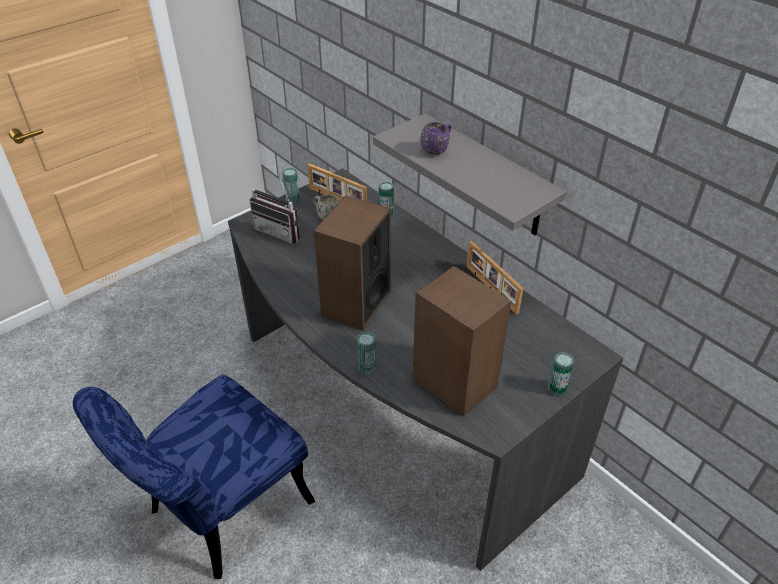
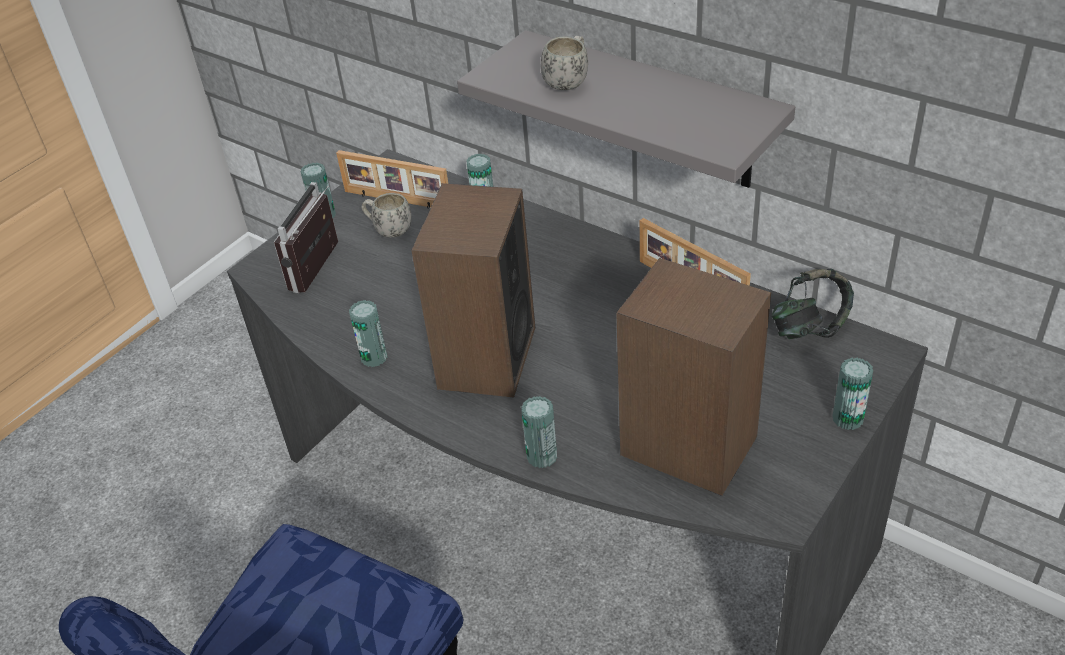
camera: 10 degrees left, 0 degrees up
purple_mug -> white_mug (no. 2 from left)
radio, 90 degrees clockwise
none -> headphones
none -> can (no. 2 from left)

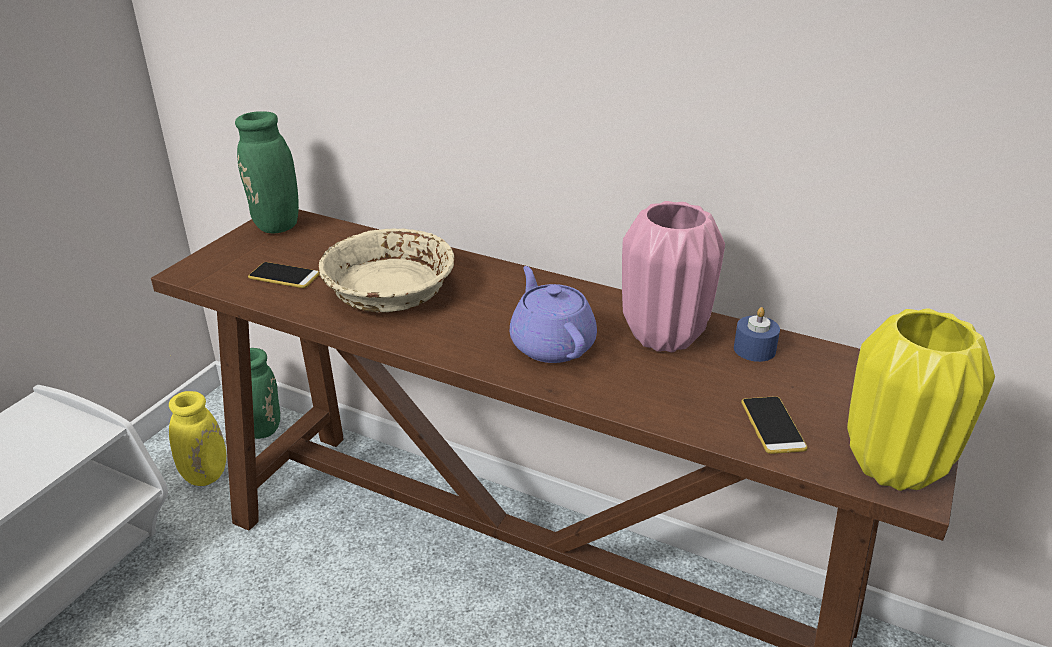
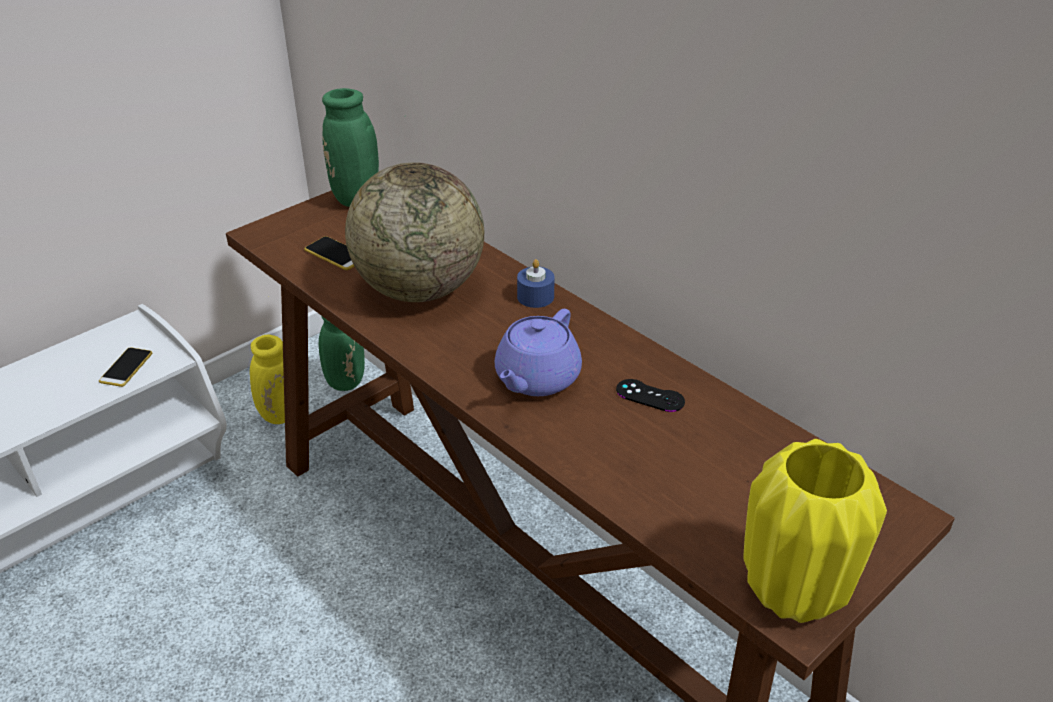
camera: 20 degrees right, 5 degrees up
pink_vase -> black_game_controller
beige_bowl -> globe
purple_teapot, 150 degrees counterclockwise
blue_candle, relocated
phone (no. 2 from left in the first image) -> phone (no. 1 from left), relocated

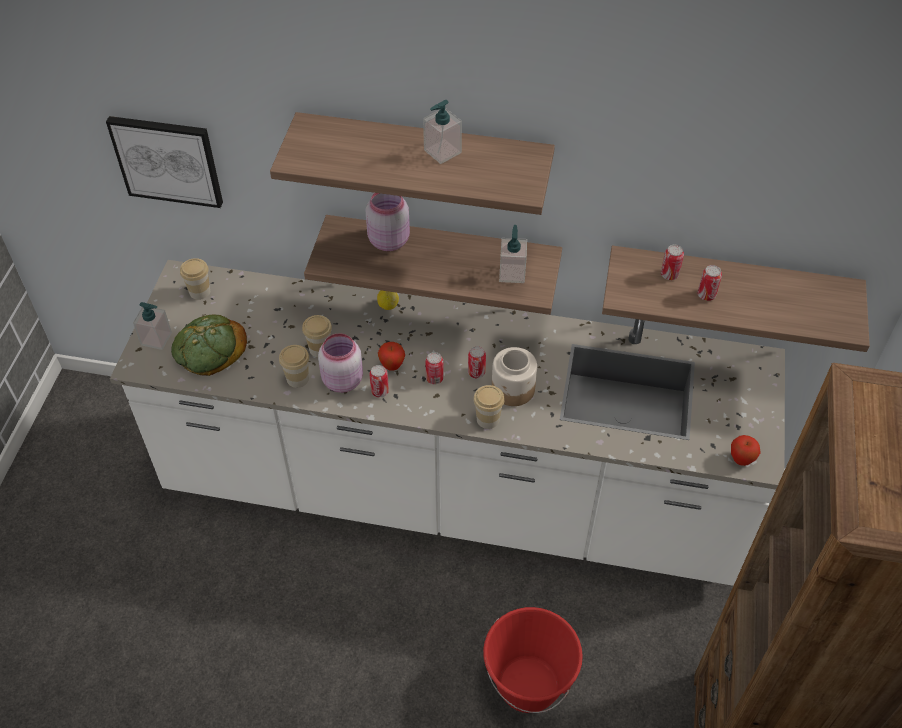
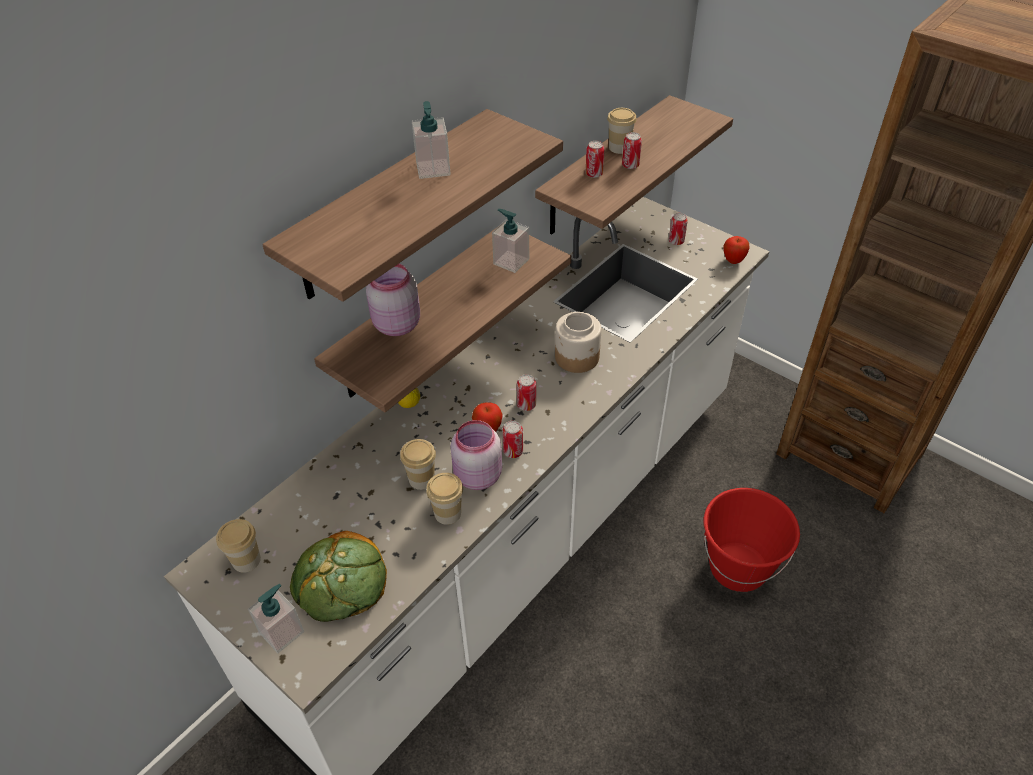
camera: 60 degrees left, 5 degrees down
picture -> none
can (no. 3 from left in the first image) -> can (no. 5 from left), relocated
cup (no. 4 from left), relocated

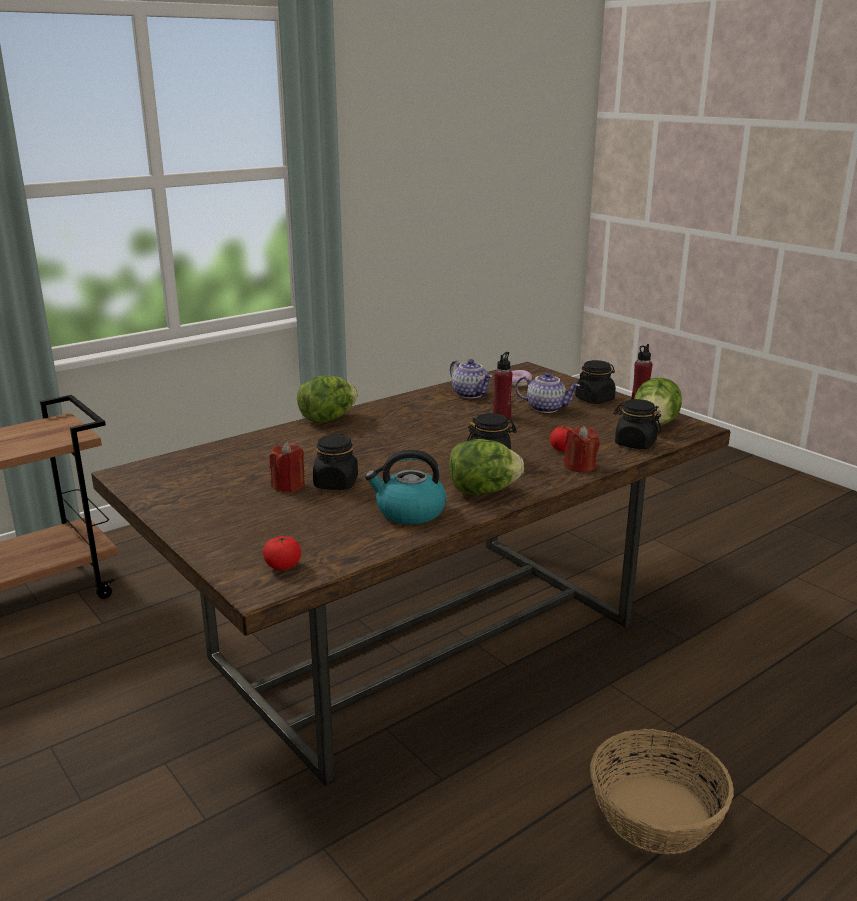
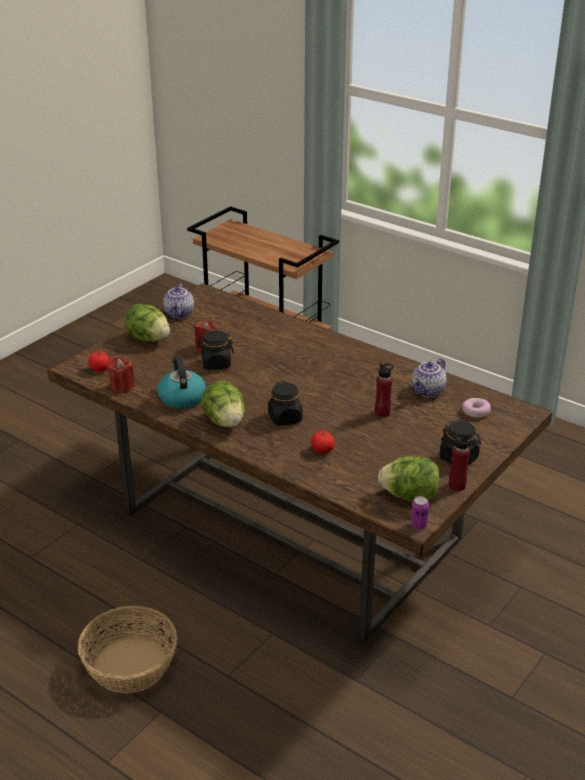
camera: 75 degrees right, 10 degrees up
teapot (no. 2 from left in the first image) -> teapot (no. 1 from left), relocated
lettuce (no. 1 from left), relocated
black_jar (no. 4 from left) -> none
red_candle (no. 2 from left in the first image) -> red_candle (no. 1 from left), relocated
none -> can

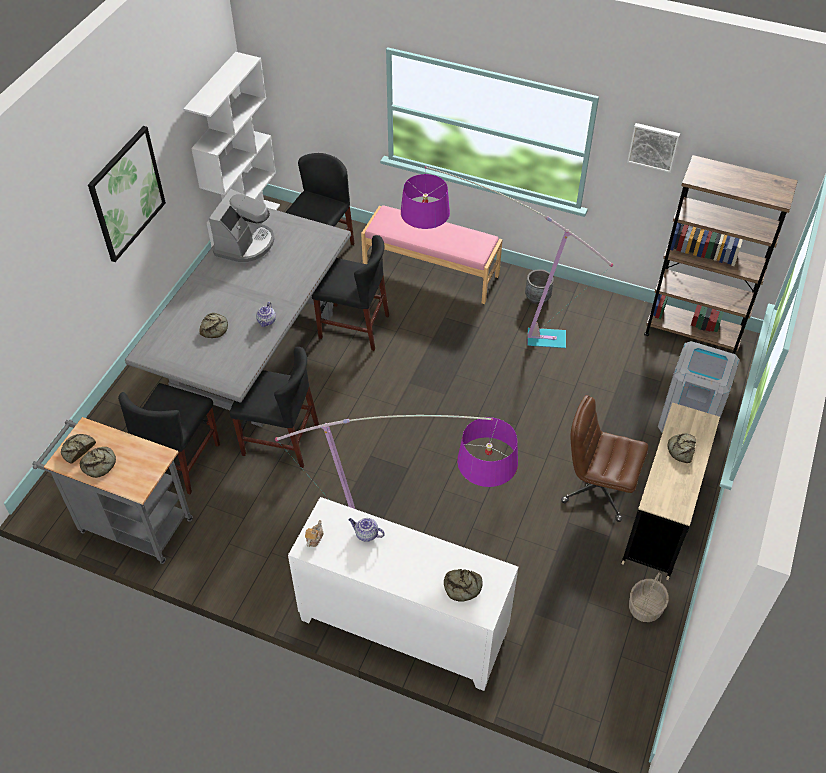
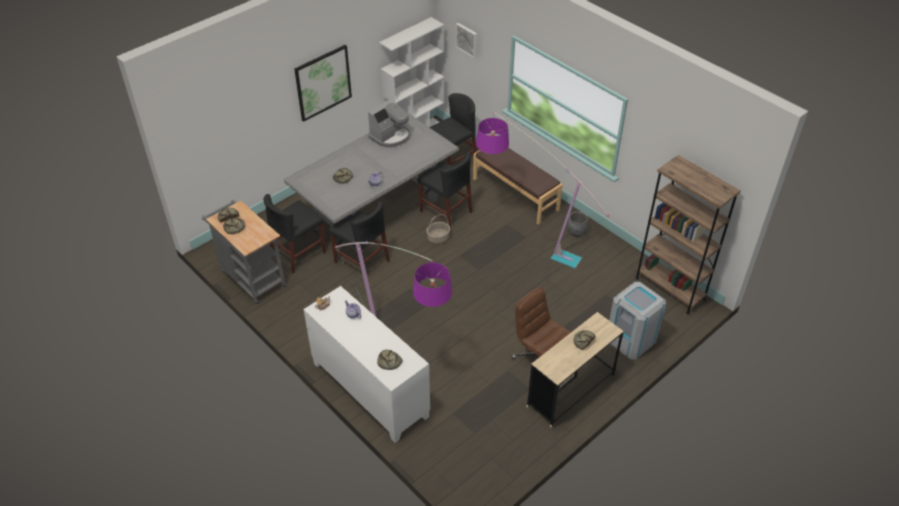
camera: 25 degrees right, 5 degrees down
picture (no. 2 from left), relocated
pink_bench -> brown_bench
basket, relocated

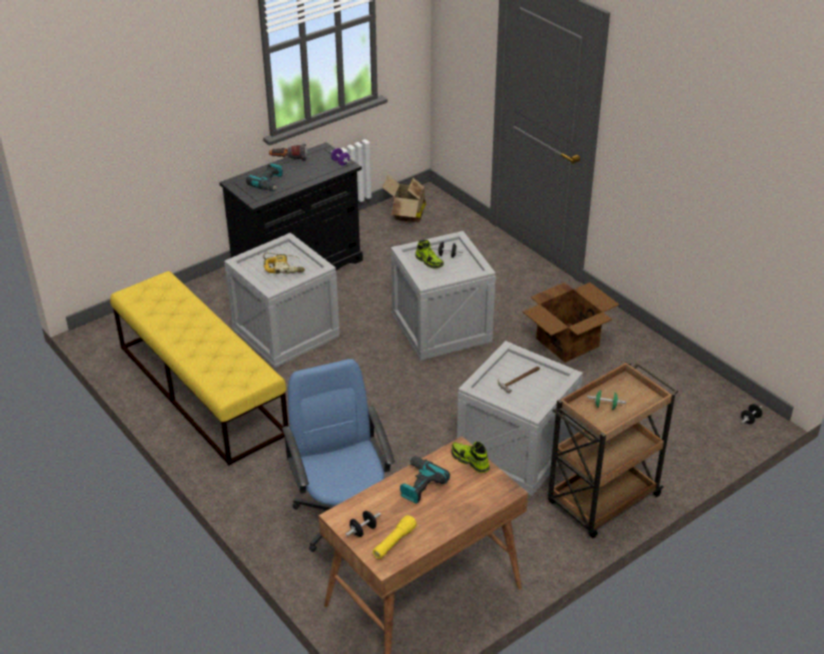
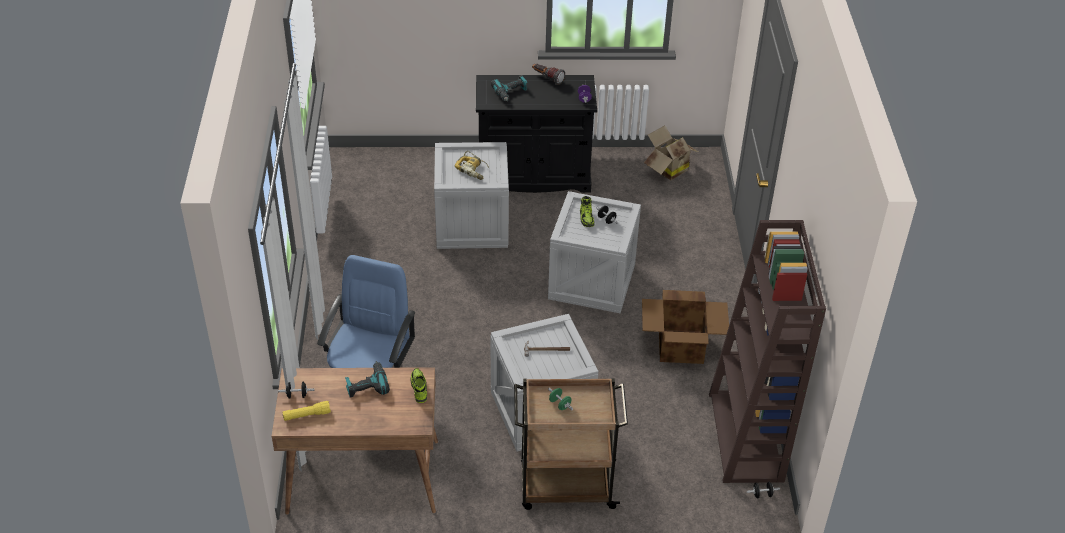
camera: 35 degrees right, 5 degrees up
yellow_bench -> none
none -> brown_bookcase

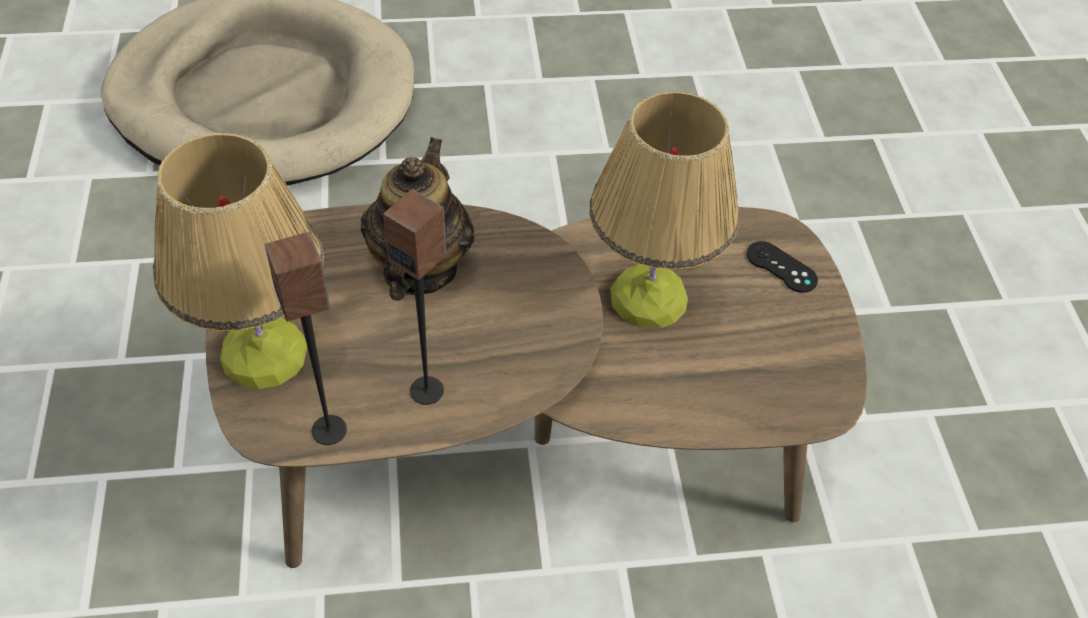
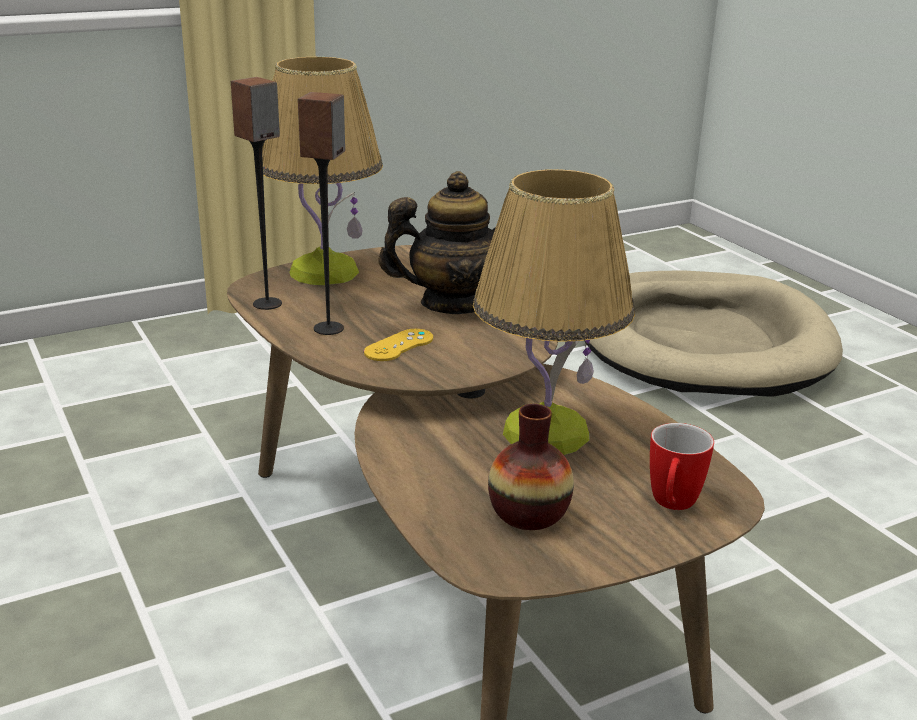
camera: 70 degrees right, 25 degrees down
black_game_controller -> mug
none -> yellow_game_controller
none -> vase

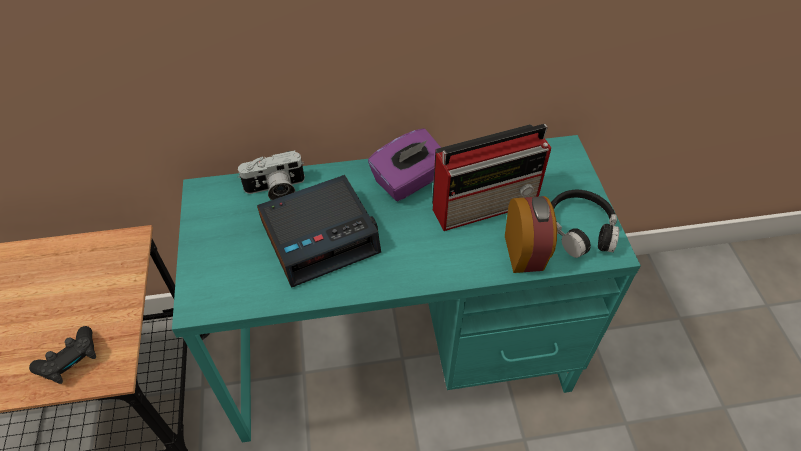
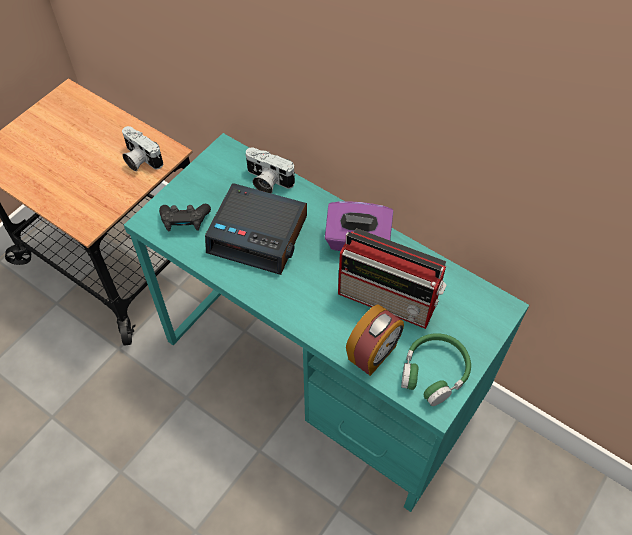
camera: 45 degrees right, 5 degrees up
black_headphones -> green_headphones
black_game_controller, relocated
none -> photo_camera (no. 1 from left)

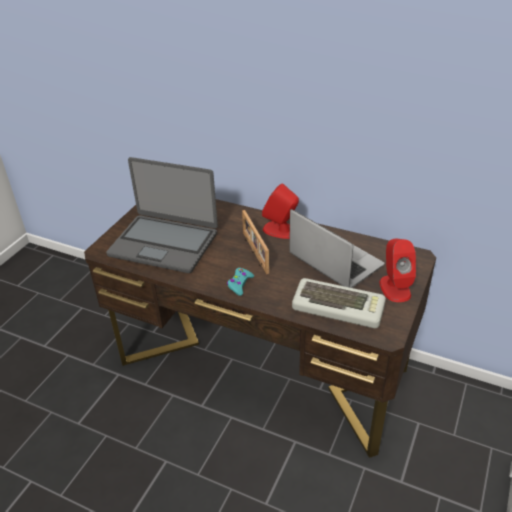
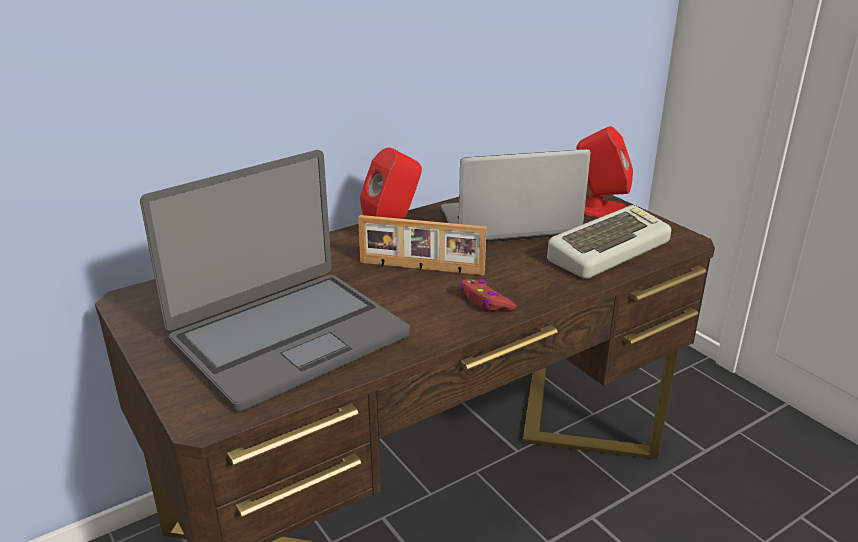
camera: 60 degrees left, 10 degrees down
turquoise_game_controller -> red_game_controller

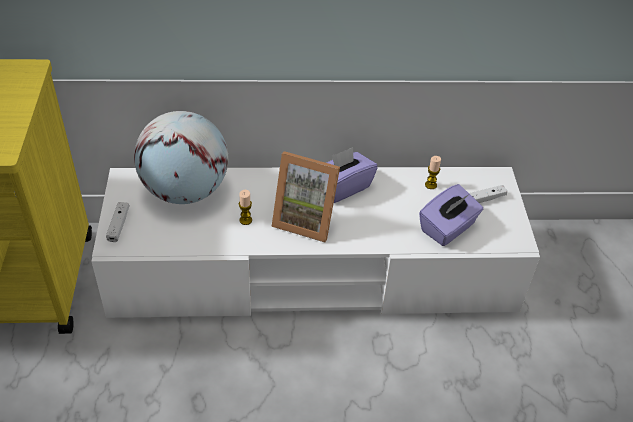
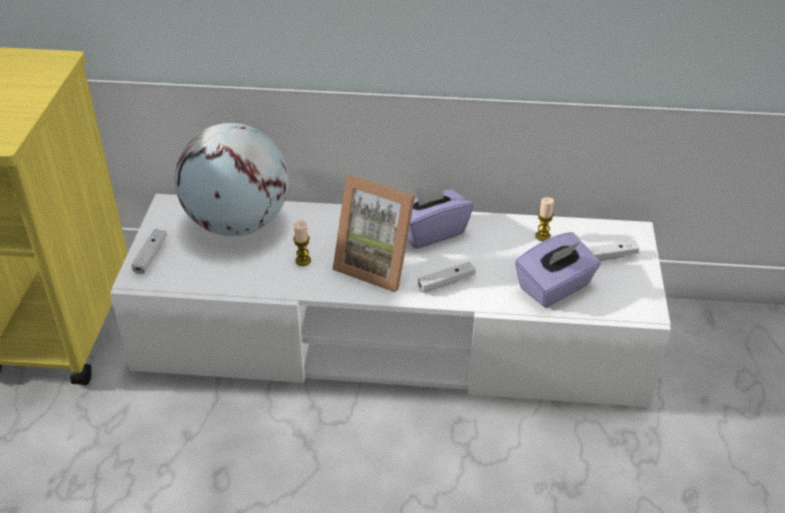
camera: 10 degrees right, 5 degrees down
none -> white_game_controller (no. 2 from left)

